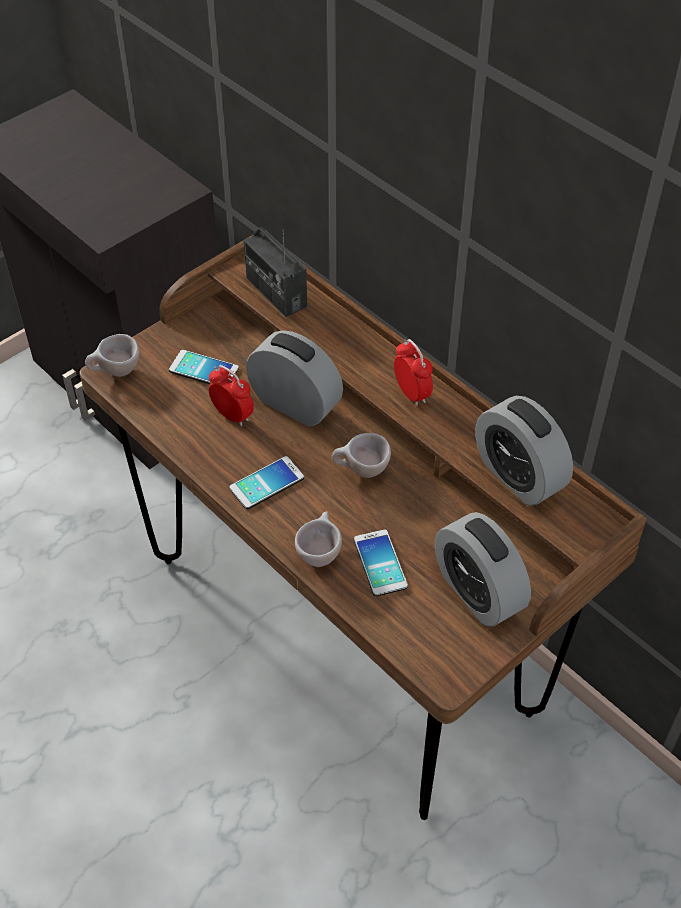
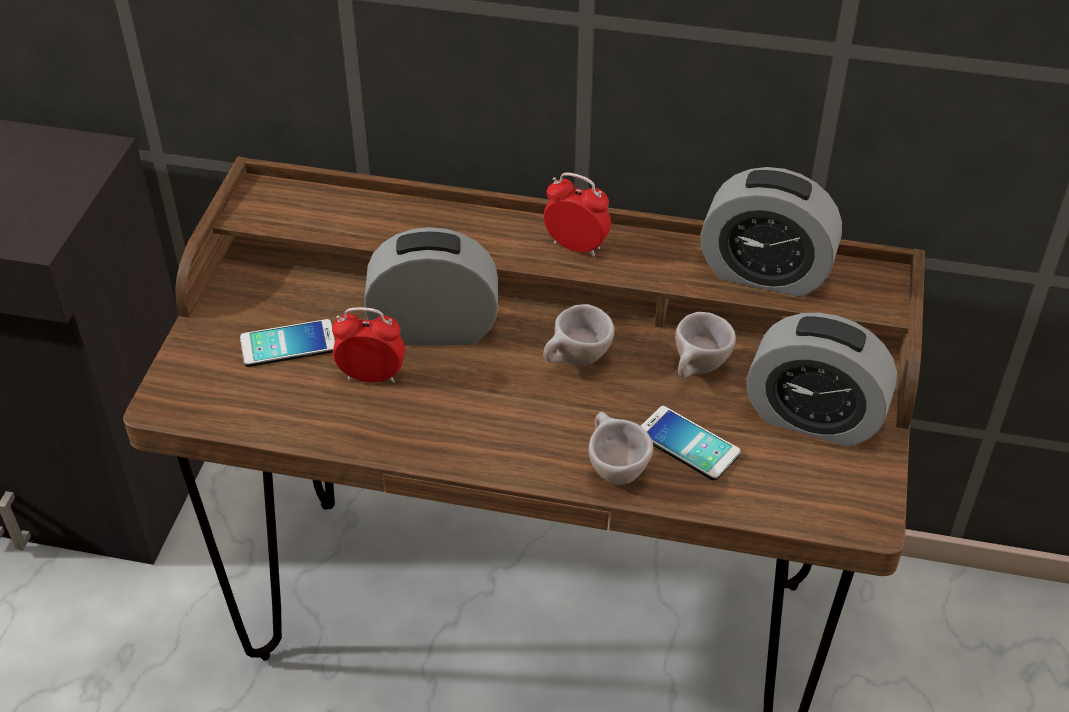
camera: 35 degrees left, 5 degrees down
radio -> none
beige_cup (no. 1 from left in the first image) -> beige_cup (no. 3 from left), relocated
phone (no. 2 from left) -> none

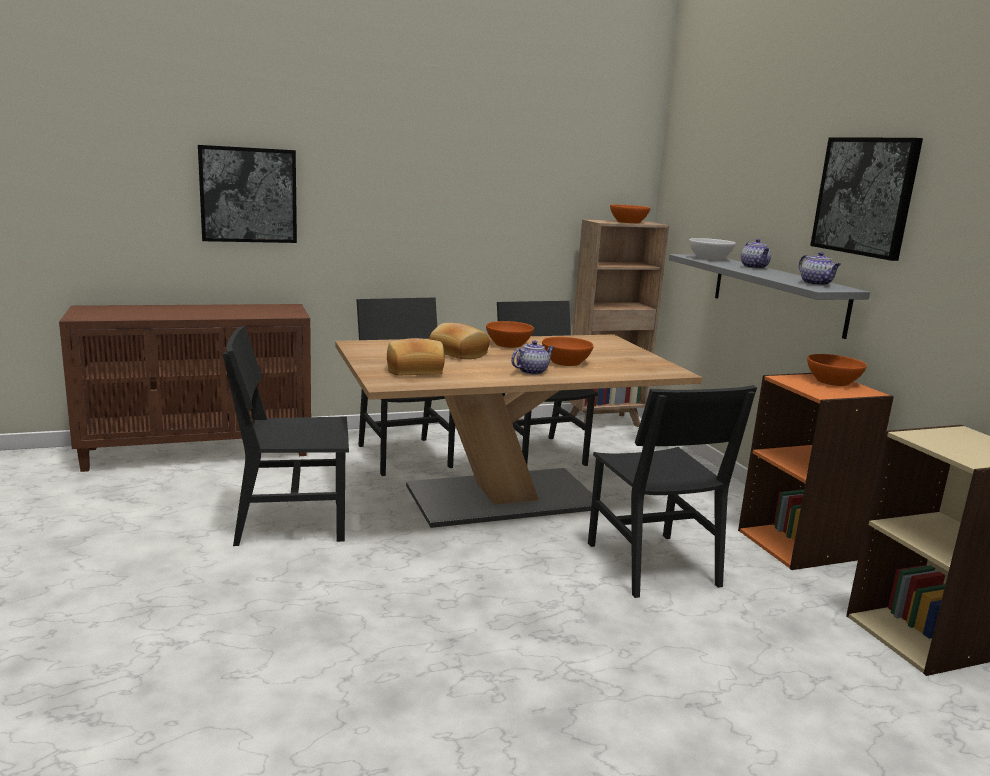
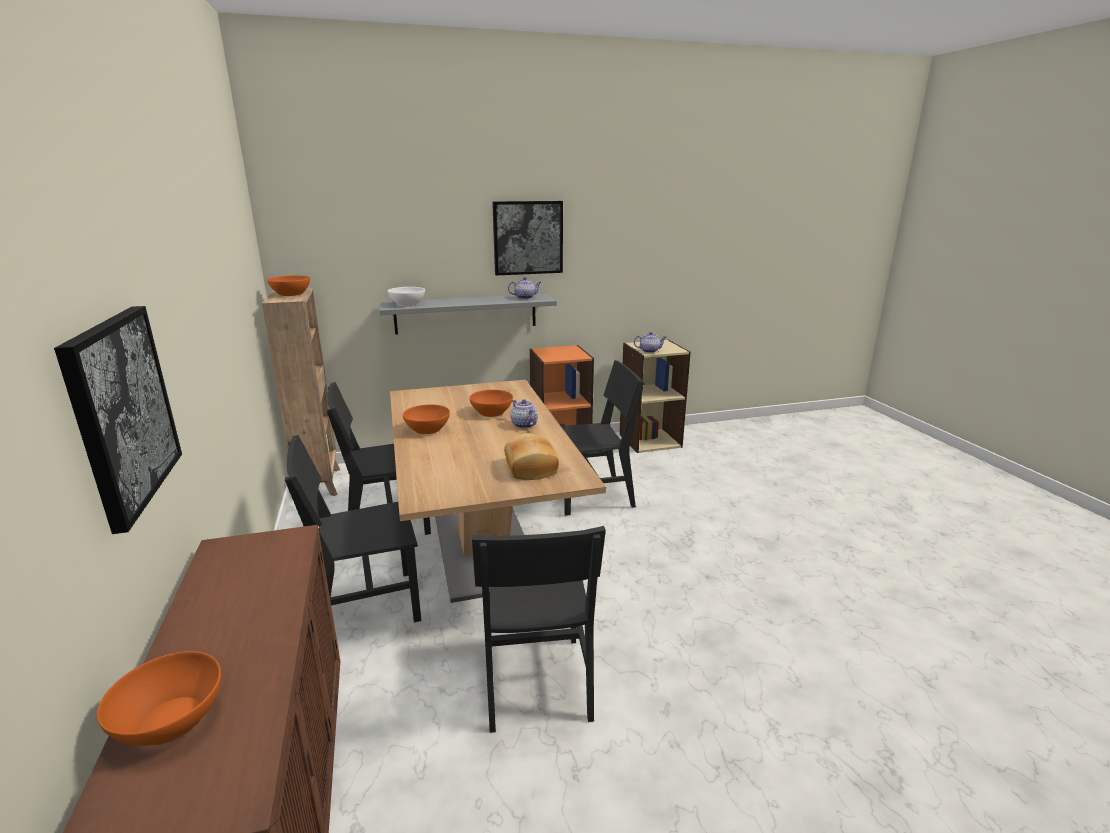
camera: 85 degrees left, 5 degrees up
teapot (no. 2 from left in the first image) -> teapot (no. 3 from left), relocated
bread (no. 2 from left) -> none
orange_bowl (no. 4 from left in the first image) -> orange_bowl (no. 1 from left), relocated

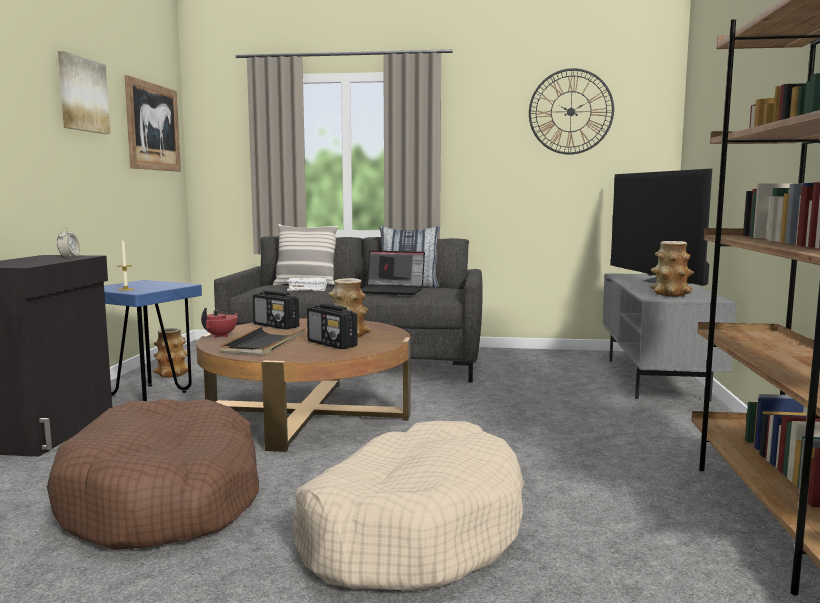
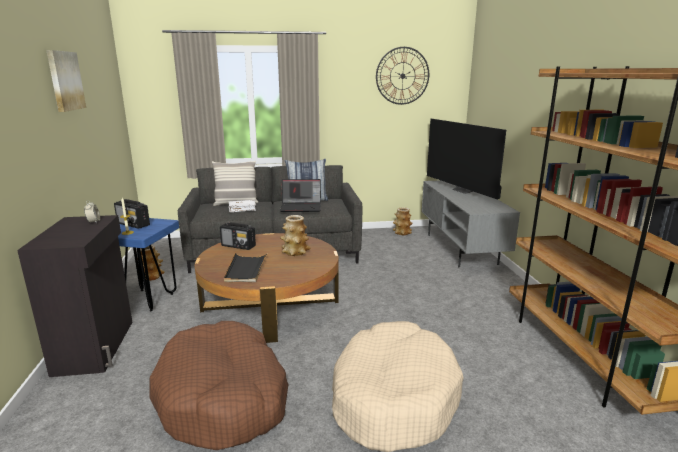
camera: 15 degrees left, 10 degrees up
picture (no. 2 from left) -> none
vase (no. 3 from left), relocated
radio (no. 2 from left in the first image) -> radio (no. 1 from left), relocated
red_teapot -> none

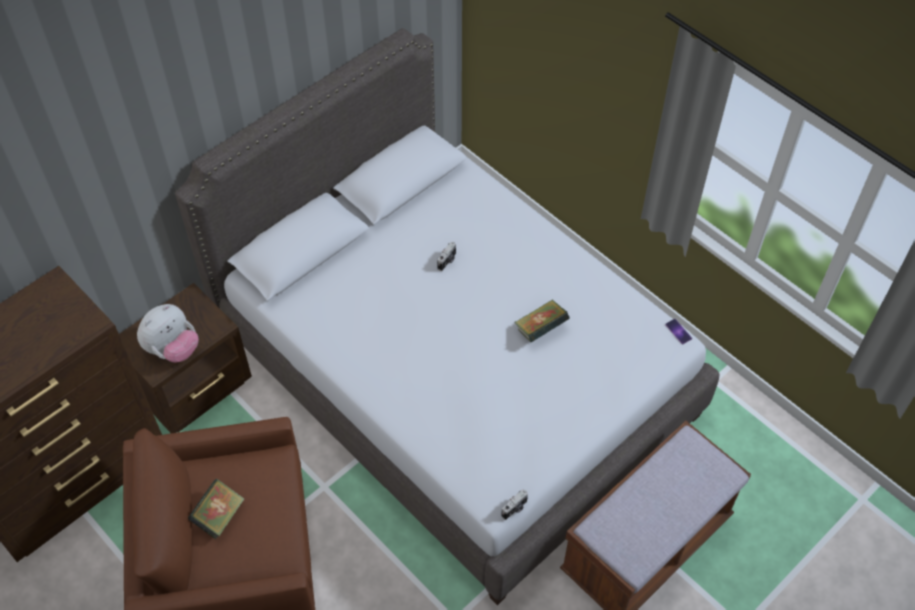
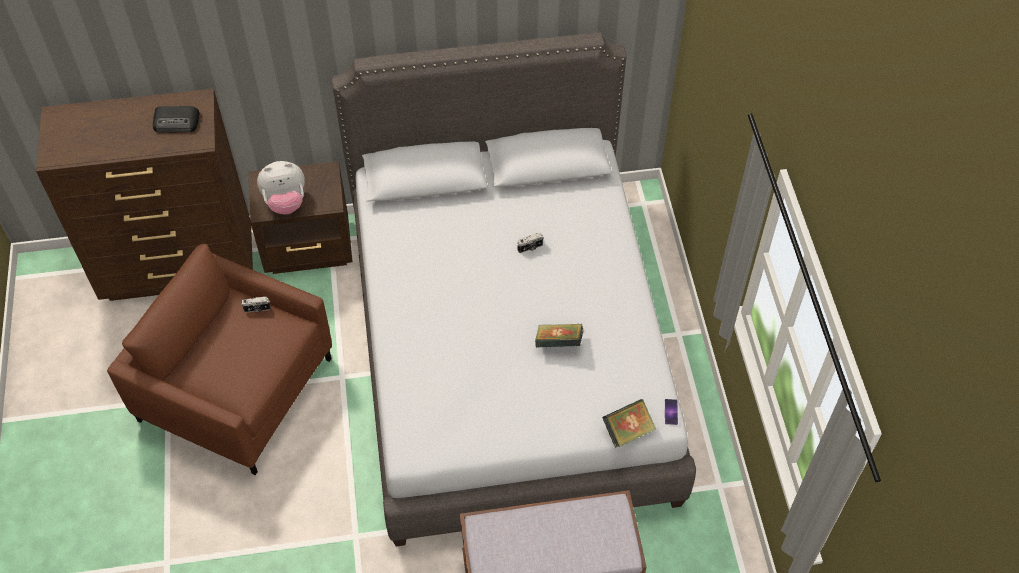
camera: 35 degrees right, 0 degrees up
book (no. 1 from left in the first image) -> book (no. 2 from left), relocated
photo_camera (no. 2 from left in the first image) -> photo_camera (no. 1 from left), relocated
none -> radio

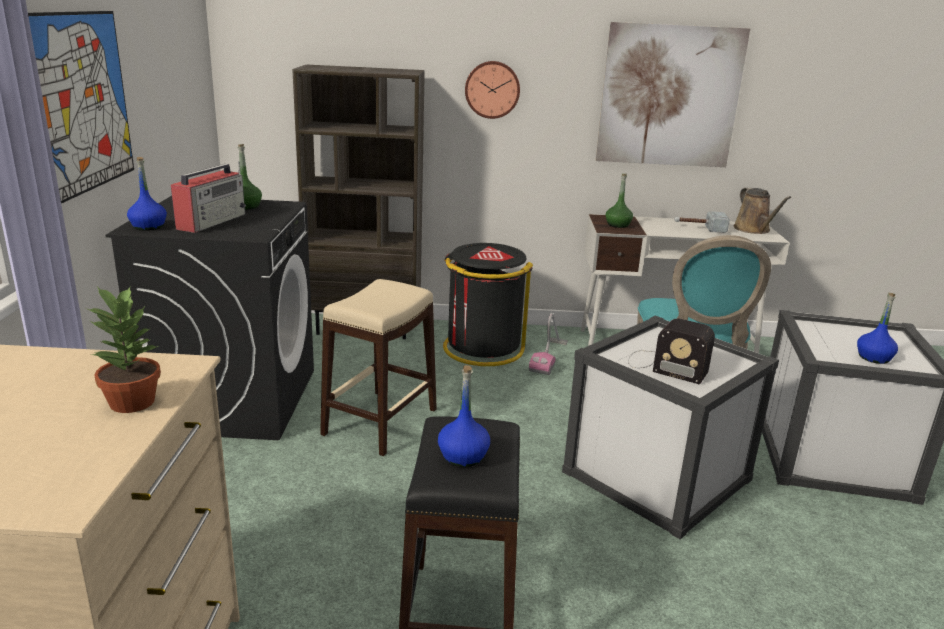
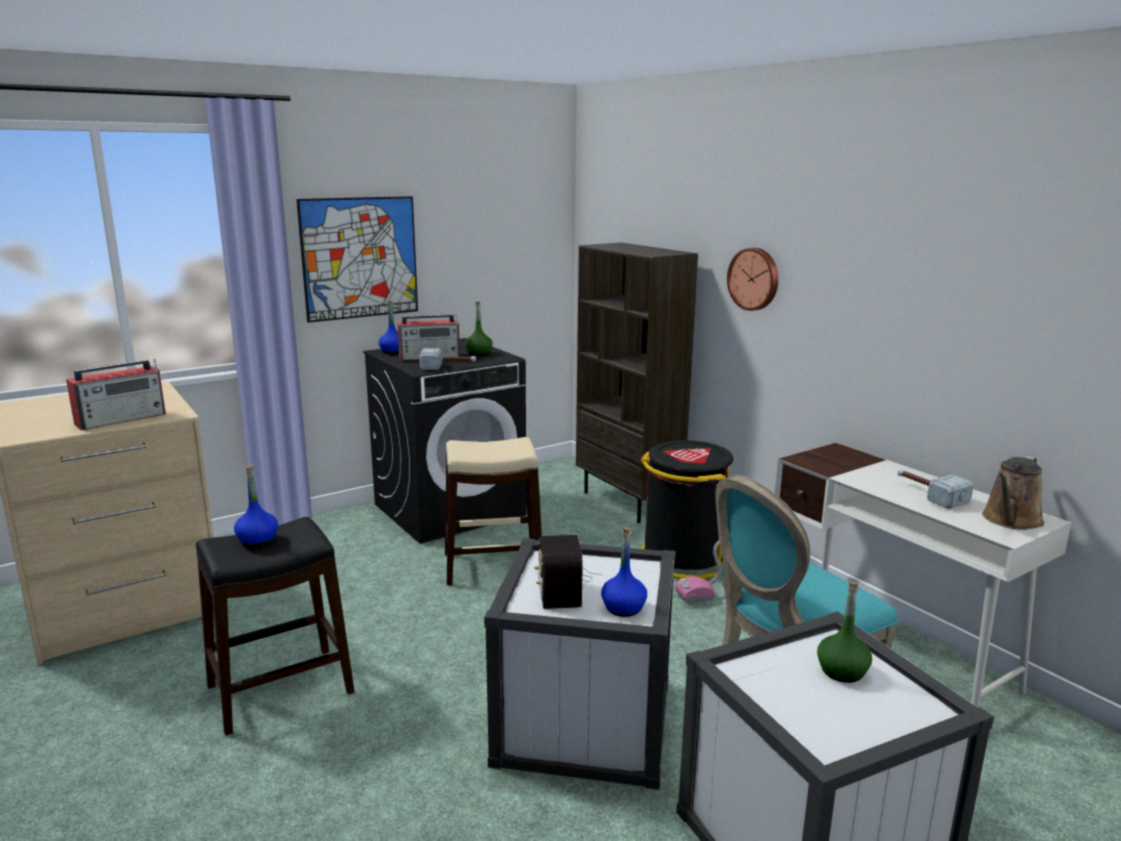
camera: 55 degrees right, 5 degrees down
picture (no. 2 from left) -> none
green_bottle (no. 2 from left), relocated
potted_plant -> radio (no. 1 from left)
blue_bottle (no. 3 from left), relocated
none -> hammer (no. 1 from left)

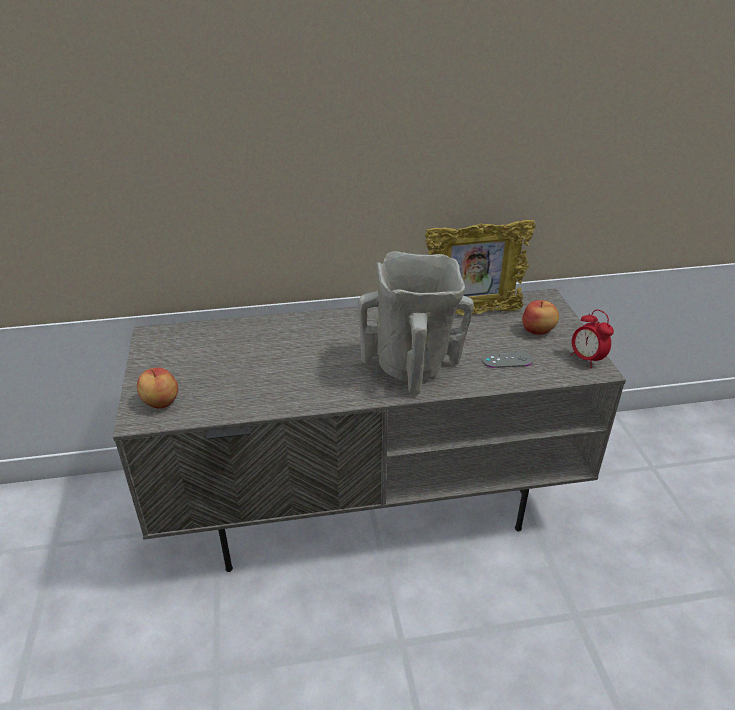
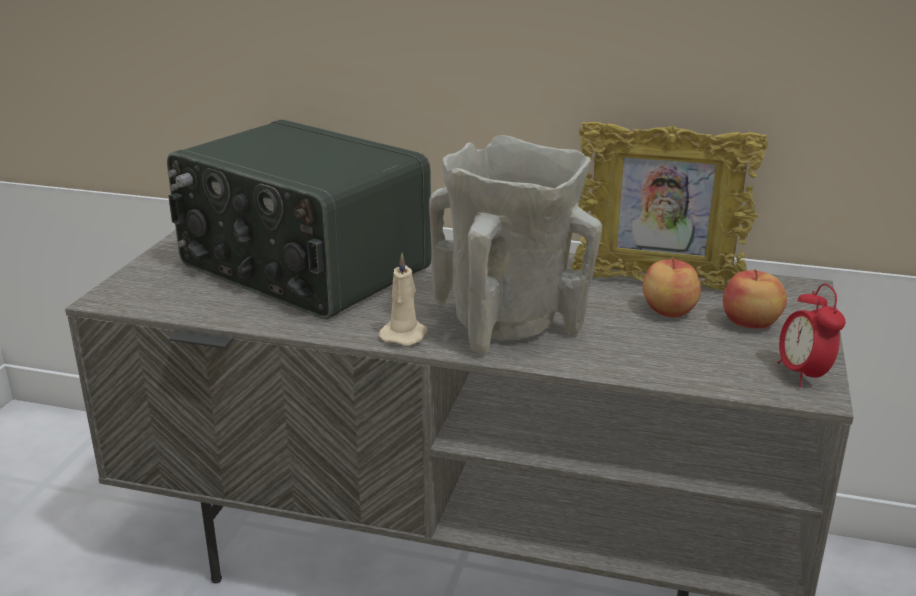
camera: 25 degrees right, 10 degrees down
grey_game_controller -> none
apple (no. 1 from left), relocated
none -> radio
none -> beige_candle

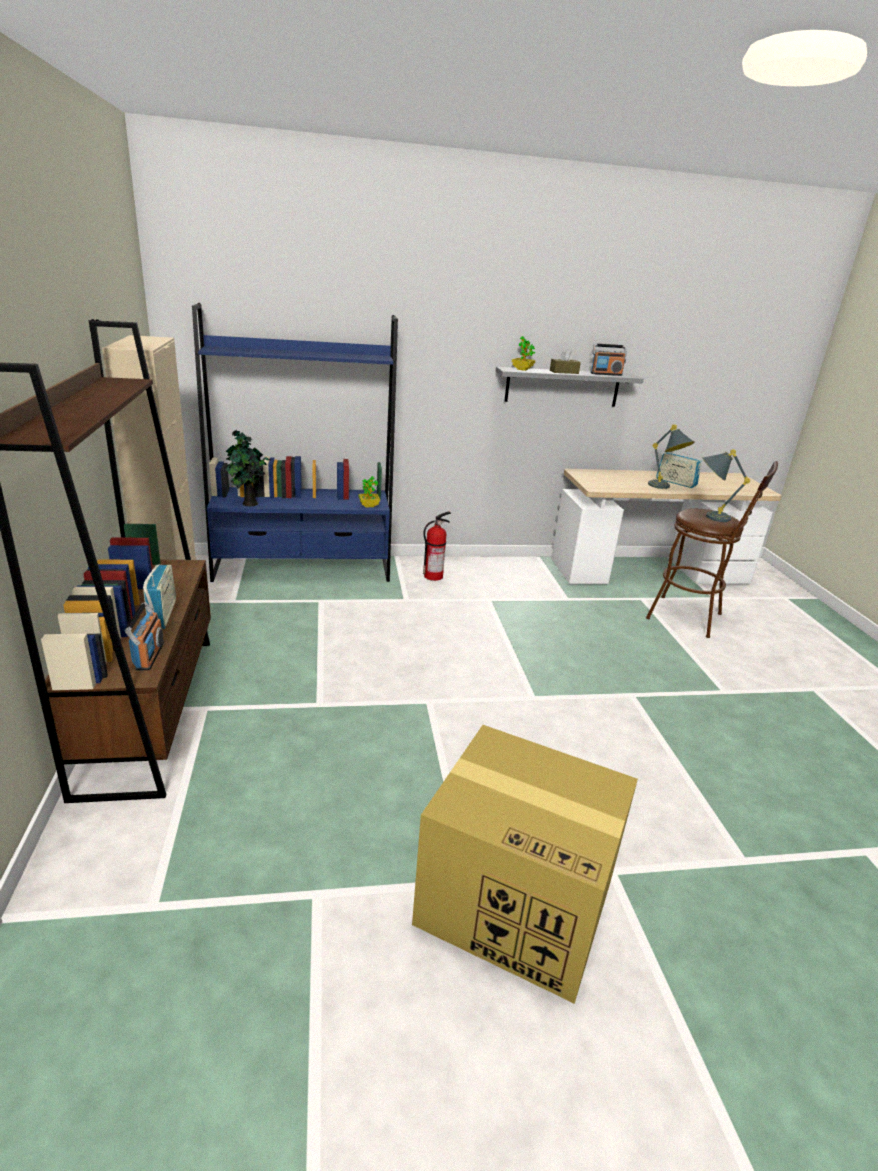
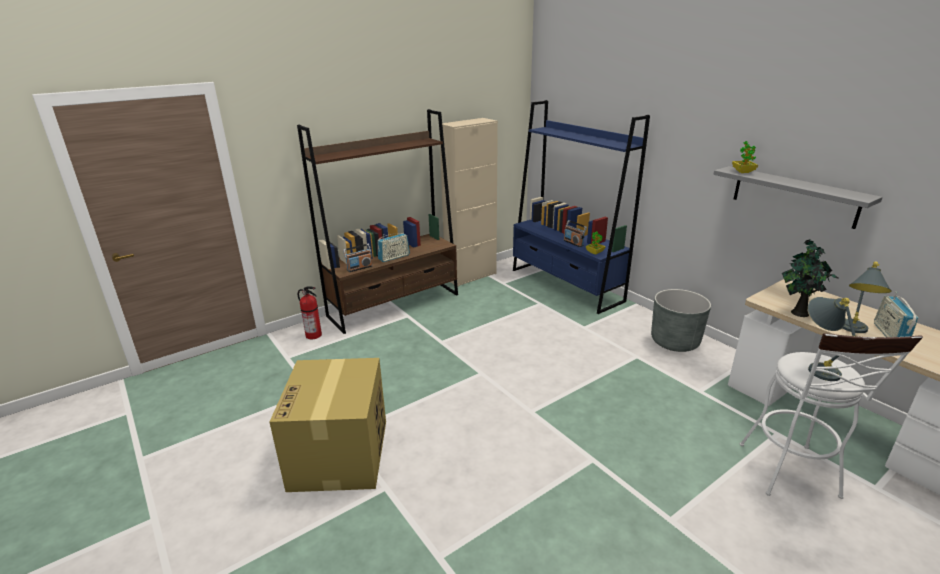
camera: 65 degrees right, 0 degrees up
radio (no. 3 from left), relocated
brown_tissue_box -> none
potted_plant (no. 1 from left in the first image) -> potted_plant (no. 3 from left), relocated
brown_stool -> white_stool
fire_extinguisher, relocated
none -> grey_planter

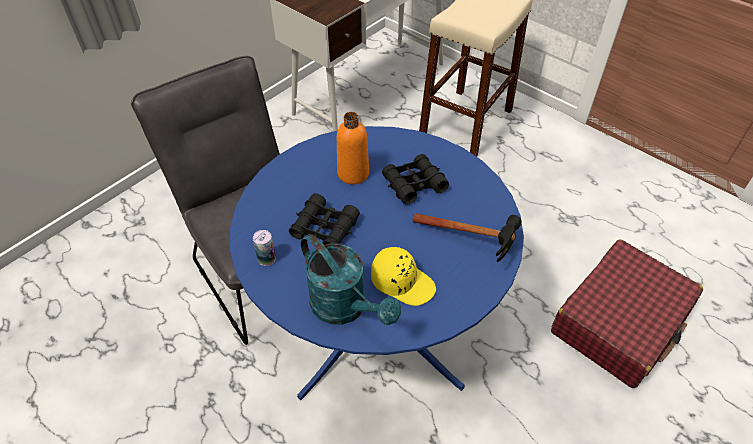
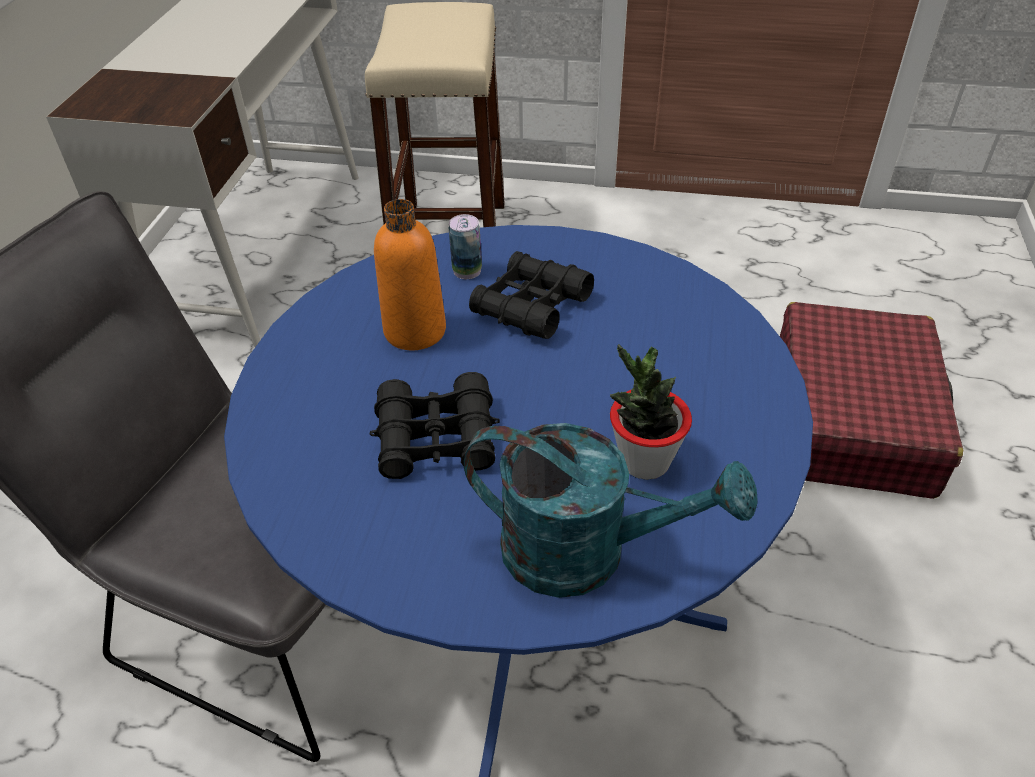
camera: 30 degrees left, 5 degrees down
hammer -> none
can, relocated
yellow_cap -> potted_plant

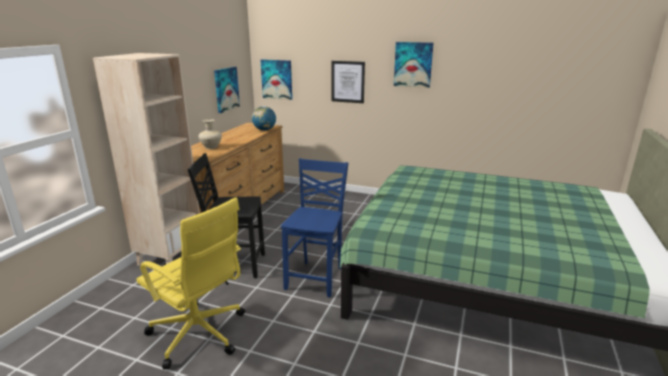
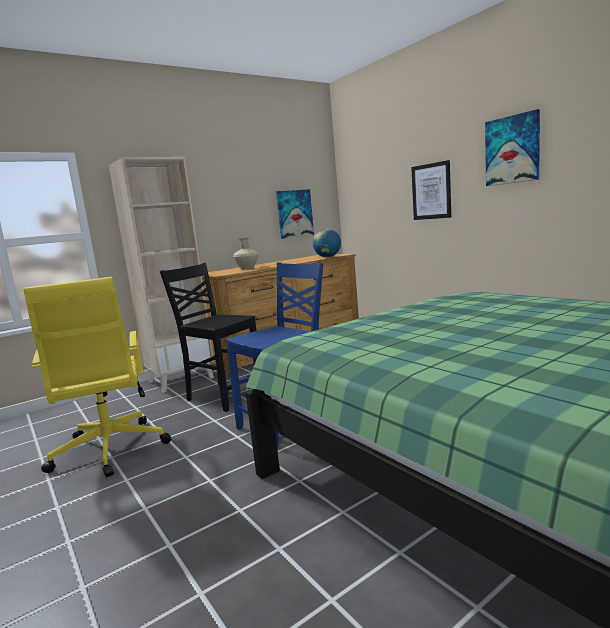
camera: 35 degrees right, 10 degrees down
picture (no. 2 from left) -> none

